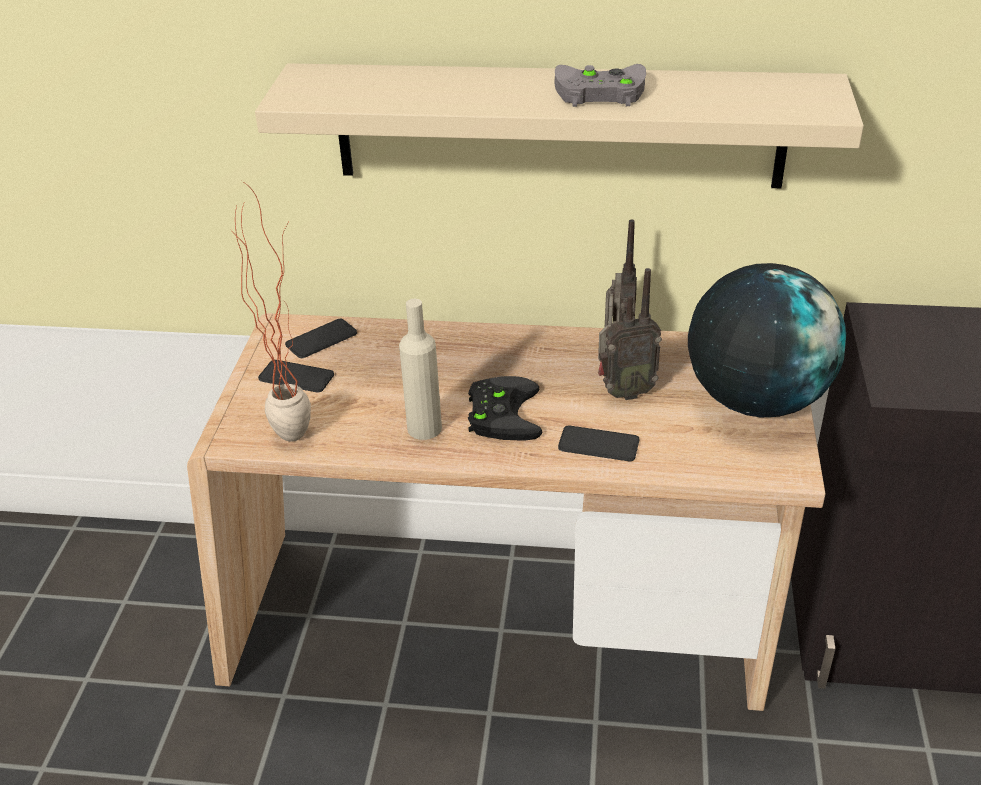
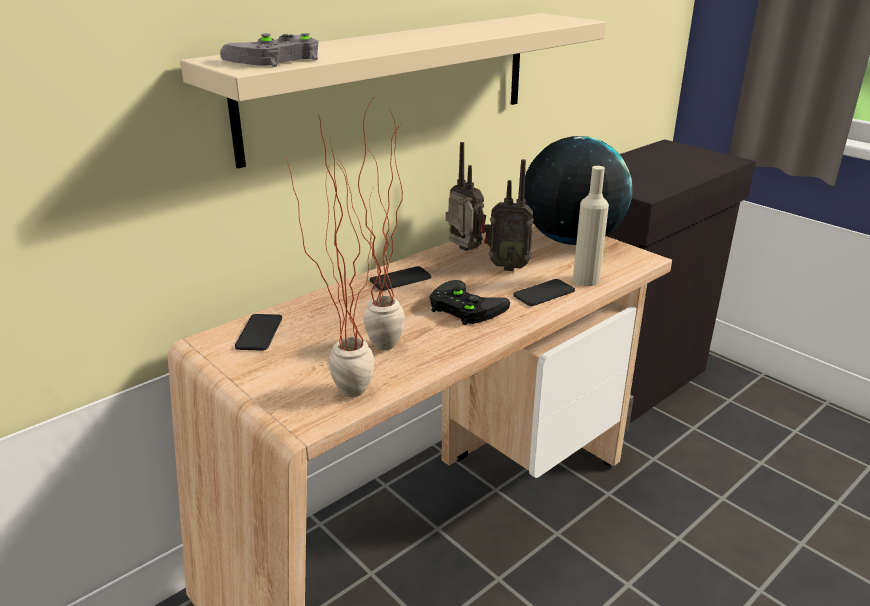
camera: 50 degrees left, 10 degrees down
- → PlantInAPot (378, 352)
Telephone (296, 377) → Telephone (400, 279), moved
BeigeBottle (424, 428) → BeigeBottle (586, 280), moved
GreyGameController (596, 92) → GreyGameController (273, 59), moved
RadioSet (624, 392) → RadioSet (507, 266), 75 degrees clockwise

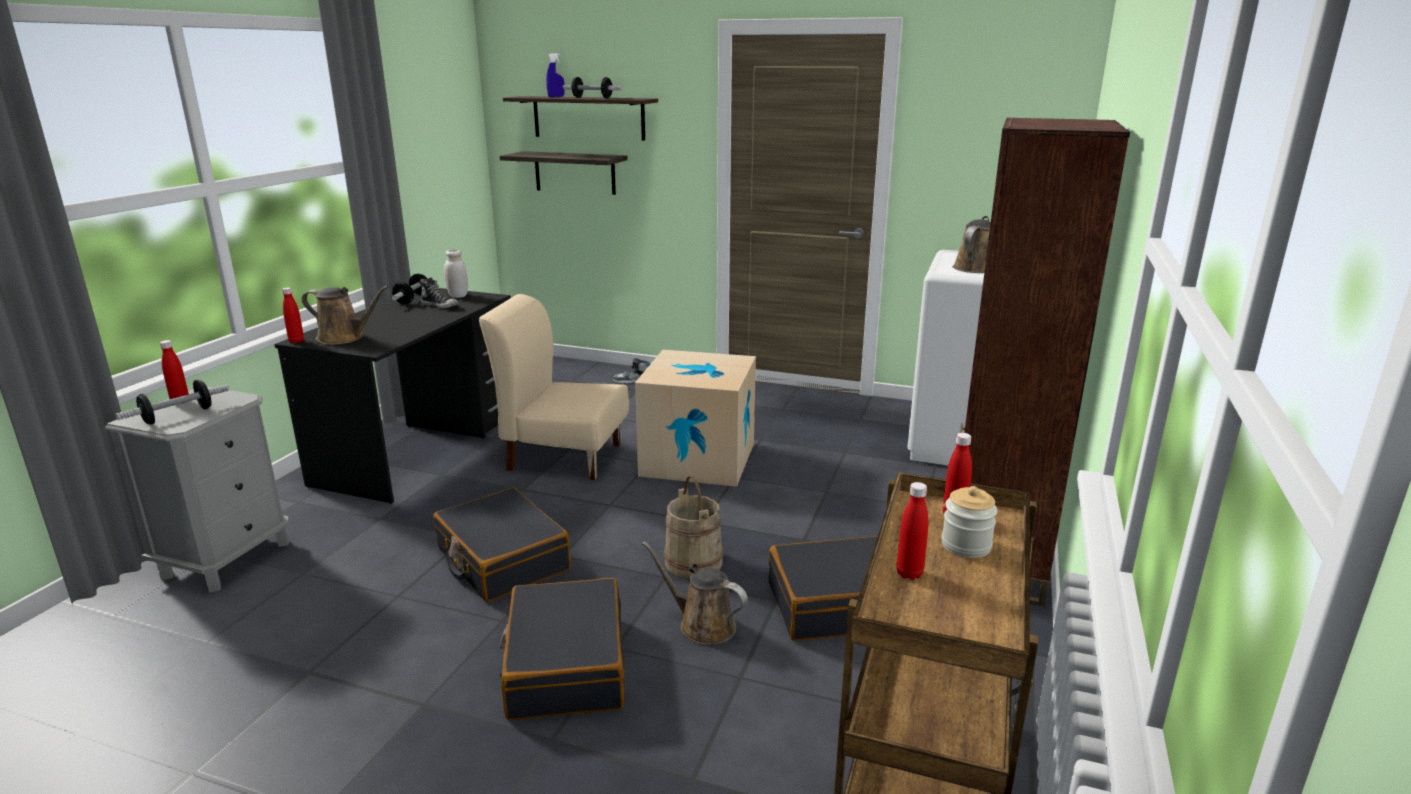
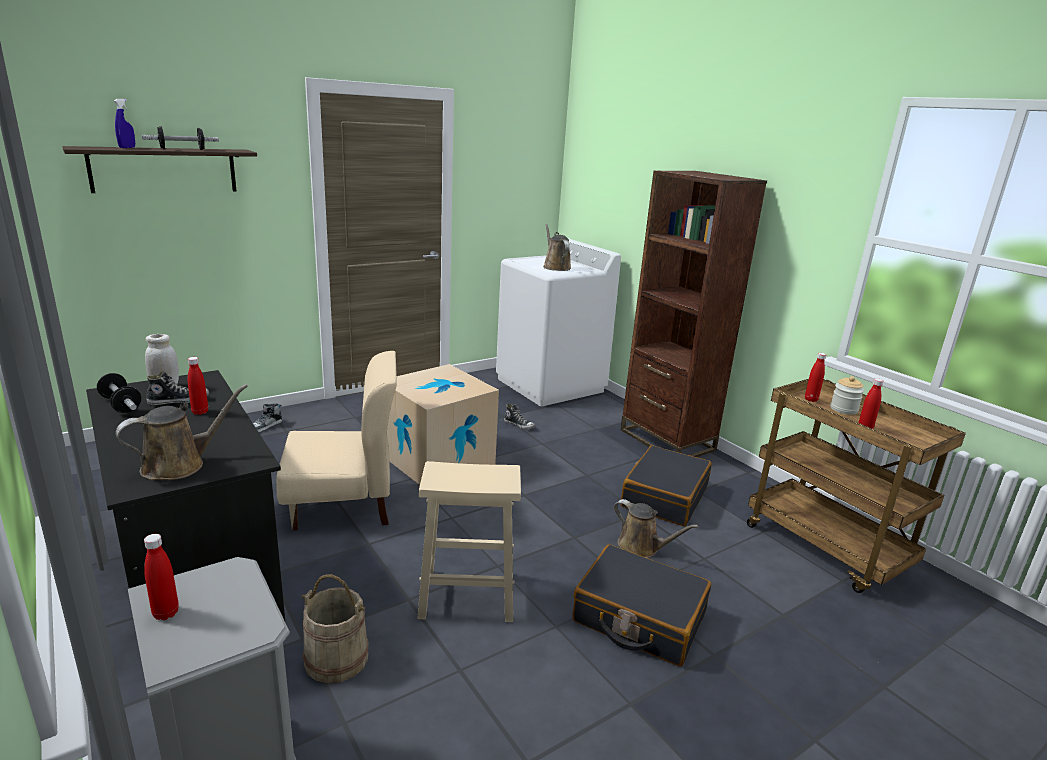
camera: 55 degrees left, 0 degrees up
FreeWeight (178, 416) → -
BracketShelf (575, 172) → -
- → ItemOfFootwear (519, 425)
ReddishBottle (296, 341) → ReddishBottle (200, 412), moved
BeigeWaterBucket (693, 562) → BeigeWaterBucket (336, 658), moved
BlackPieceOfLuggage (502, 560) → BeigeStoolSeat (469, 595)
BeigeChair (564, 456) → BeigeChair (343, 505), 150 degrees counterclockwise
BrownColouredWateringPot (702, 625) → BrownColouredWateringPot (641, 547), 120 degrees counterclockwise

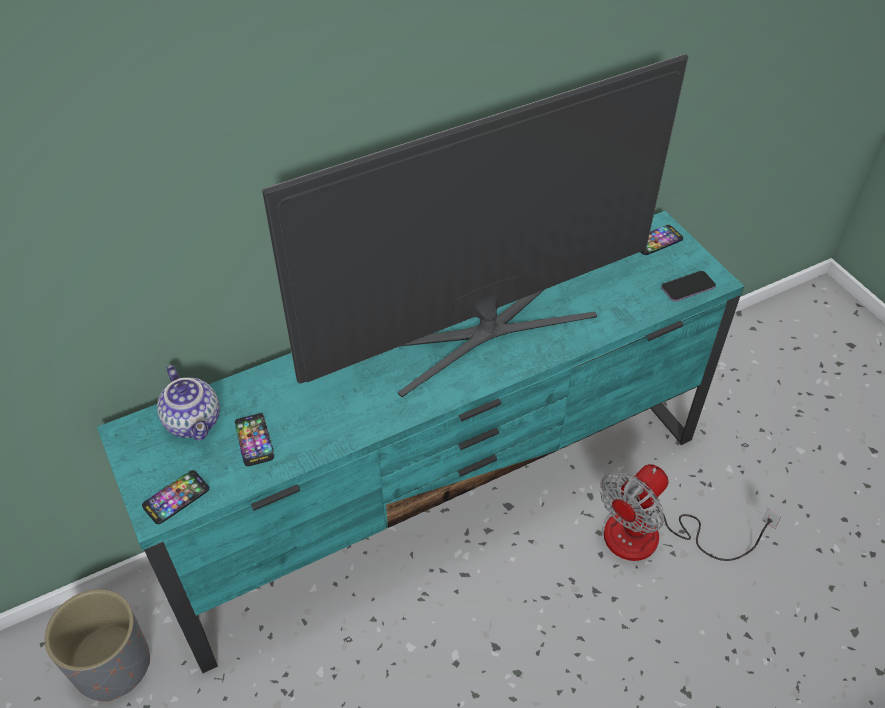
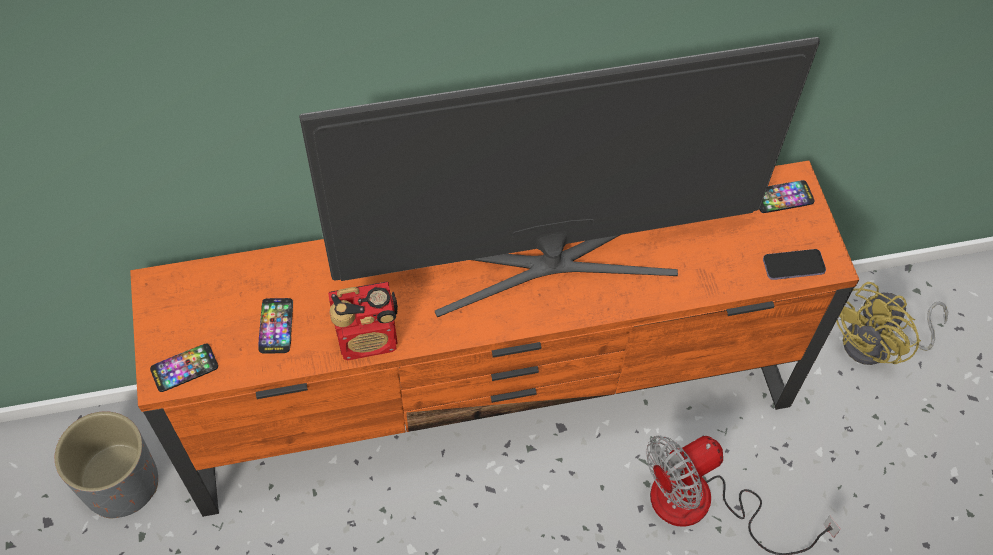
camera: 15 degrees right, 10 degrees up
Teapot (195, 421) → -
- → RadioSet (368, 339)
- → YellowColouredCoolingFan (877, 345)
TurquoiseColouredTvStand (444, 501) → OrangeyTvStand (495, 403)

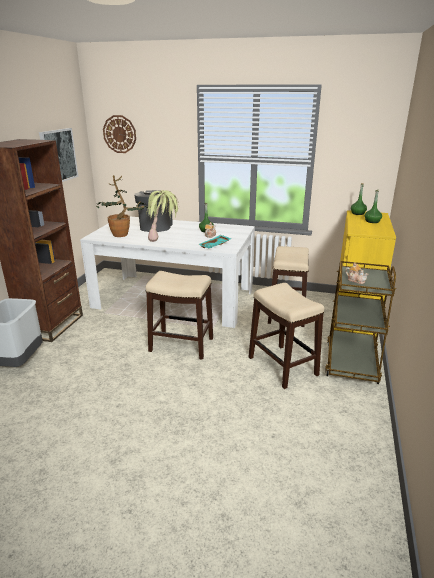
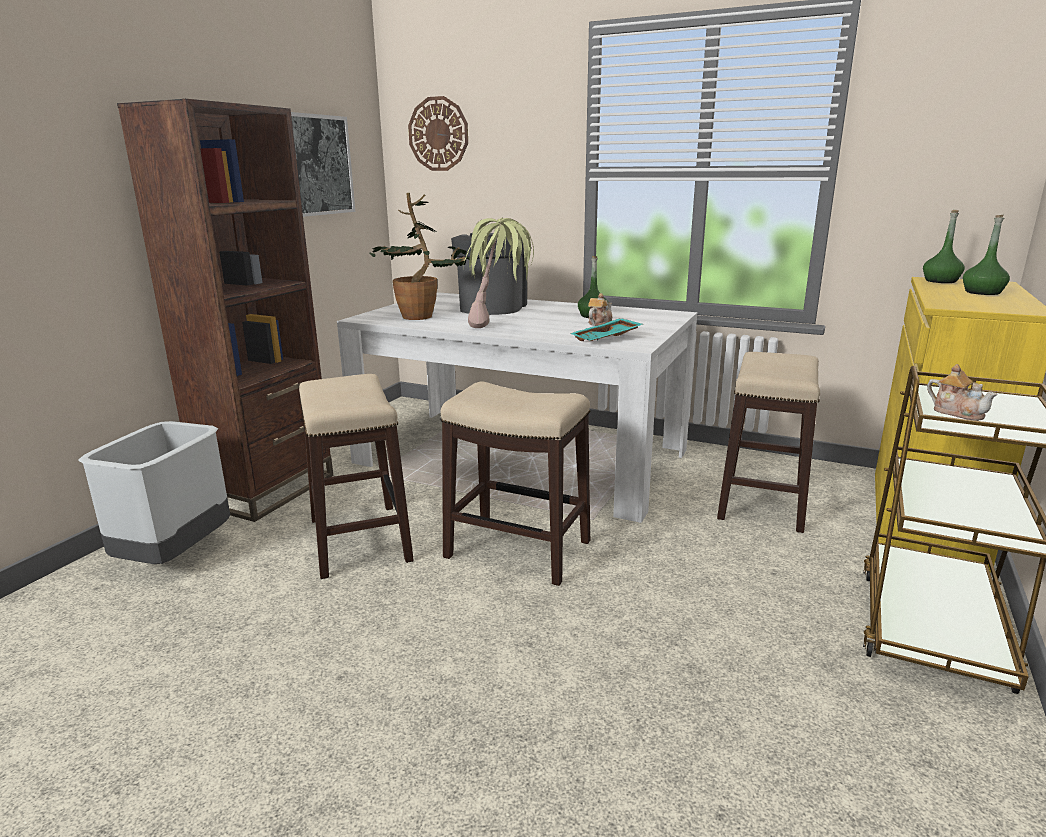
camera: 10 degrees right, 5 degrees down
StoolSeat (283, 366) → StoolSeat (360, 540), moved

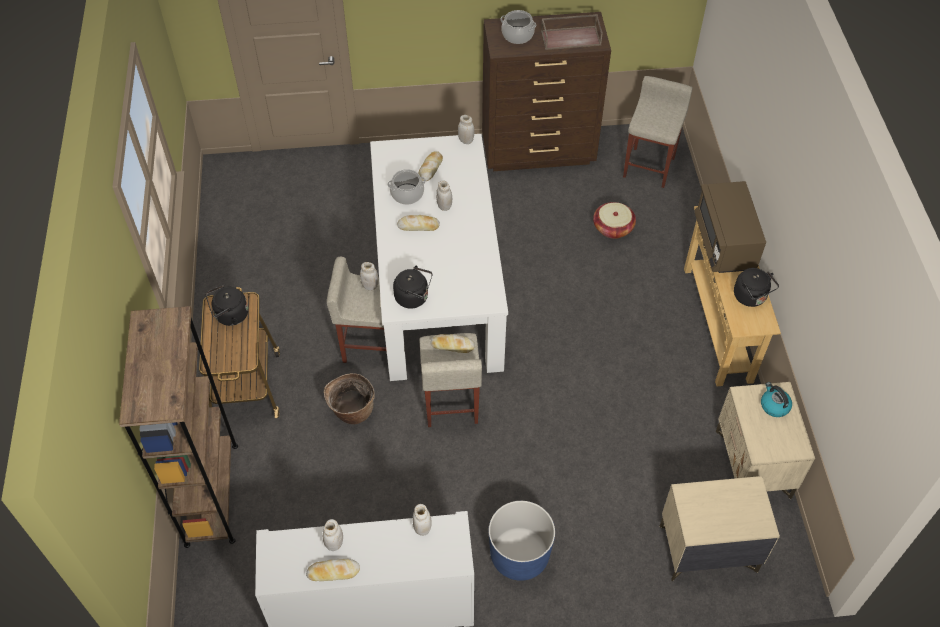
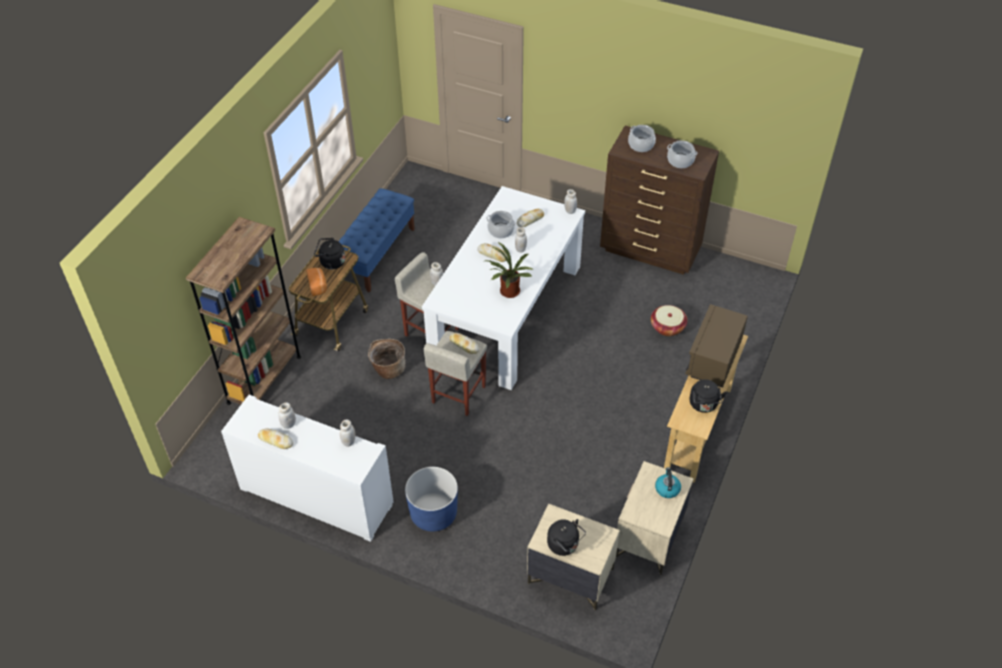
camera: 30 degrees right, 5 degrees down
BeigeStoolSeat (649, 166) → -
- → BakedBread (318, 286)
- → BlueColouredIndoorBench (377, 254)
- → PlantInAPot (508, 293)
BlackWaterKettle (414, 297) → BlackWaterKettle (564, 545), moved
BrownColouredServingTray (571, 37) → CookingPot (680, 161)

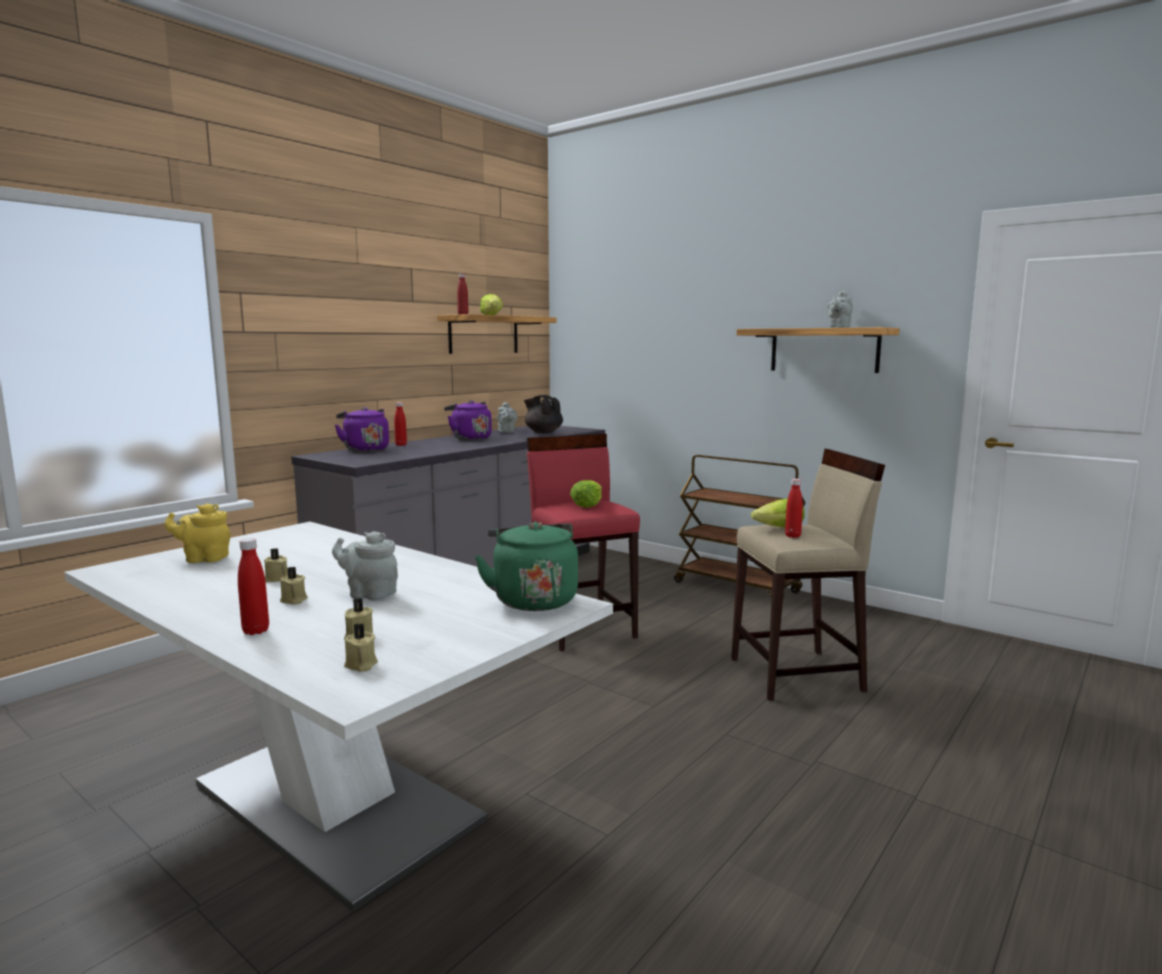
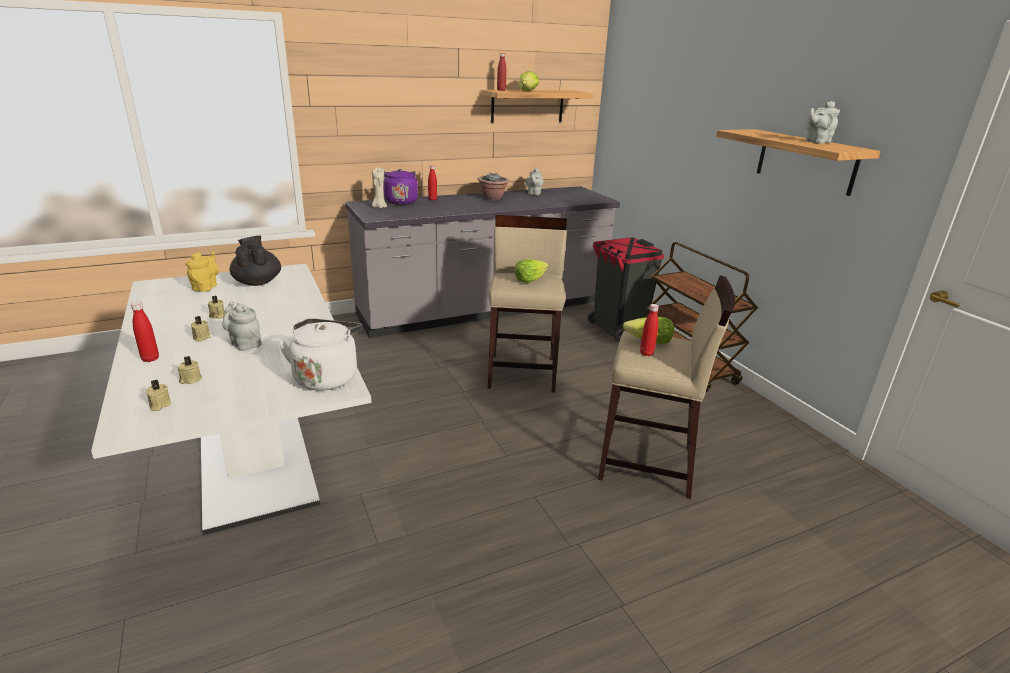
camera: 25 degrees right, 15 degrees up
- → BeigeWaxLight (379, 207)
- → BlackWasteBin (617, 330)
BlackTeapot (543, 432) → BlackTeapot (257, 282), moved
PurpleColouredWaterKettle (469, 438) → PlantInAPot (492, 198)
GreenishWaterKettle (533, 599) → WhiteColouredWaterKettle (327, 376)
ReddishStoolSeat (582, 628) → BeigeStoolSeat (523, 372)
YellowColouredTeapot (204, 559) → YellowColouredTeapot (206, 287), 75 degrees clockwise

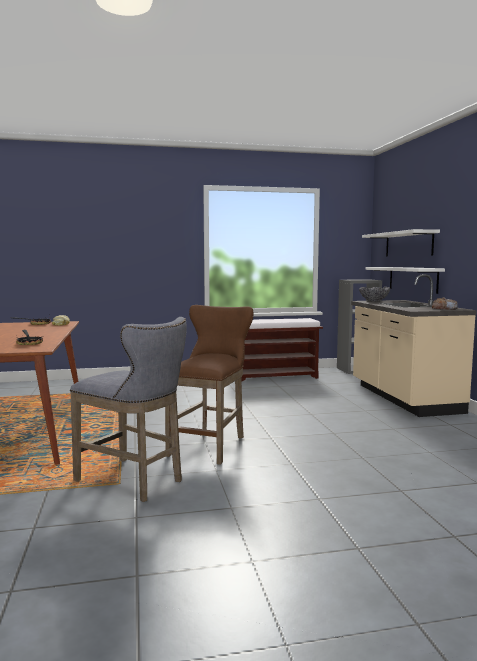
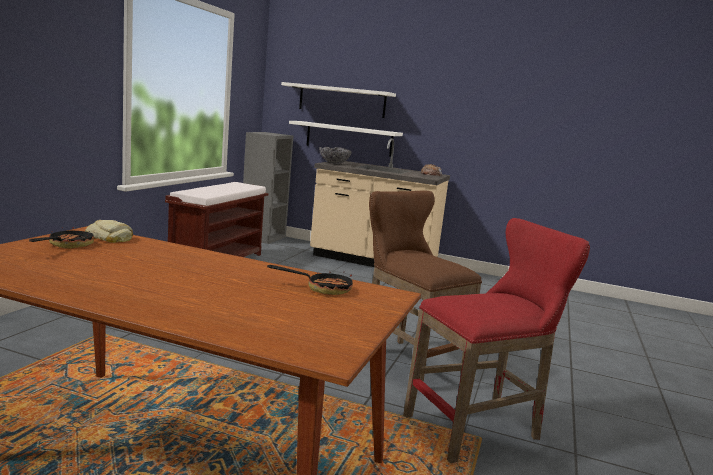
camera: 60 degrees left, 5 degrees up
GreyStoolSeat (134, 481) → ReddishStoolSeat (479, 428)

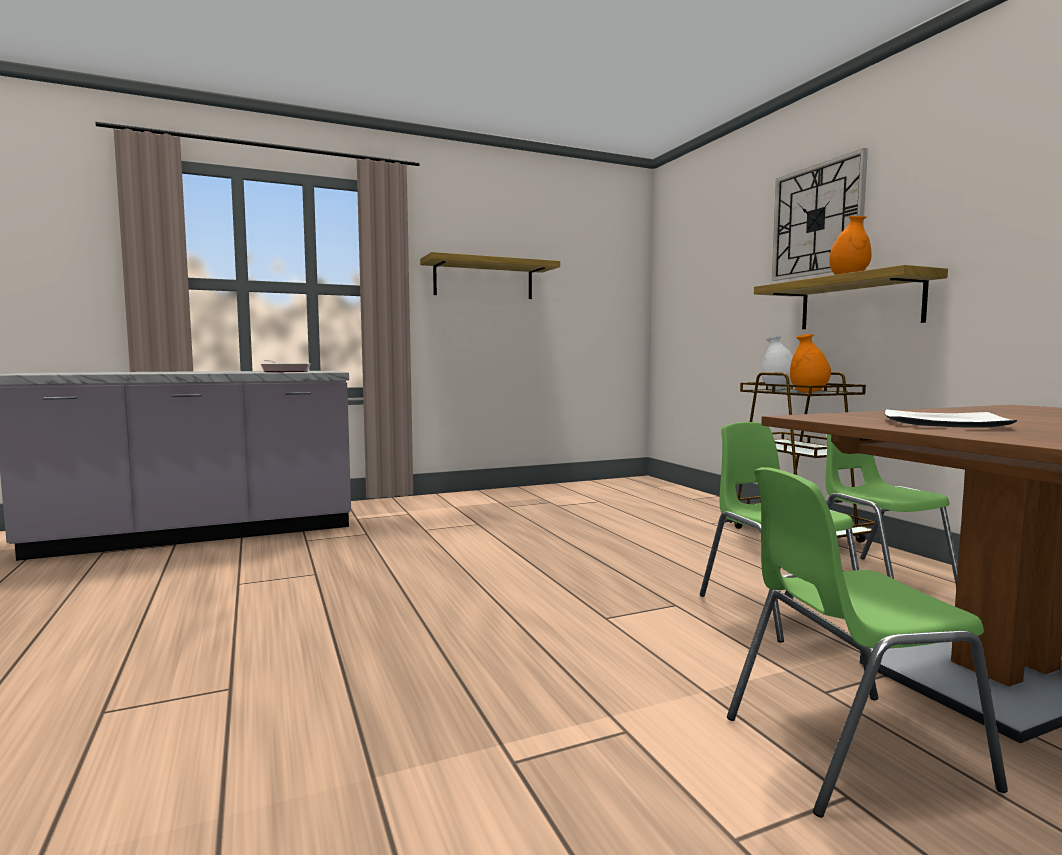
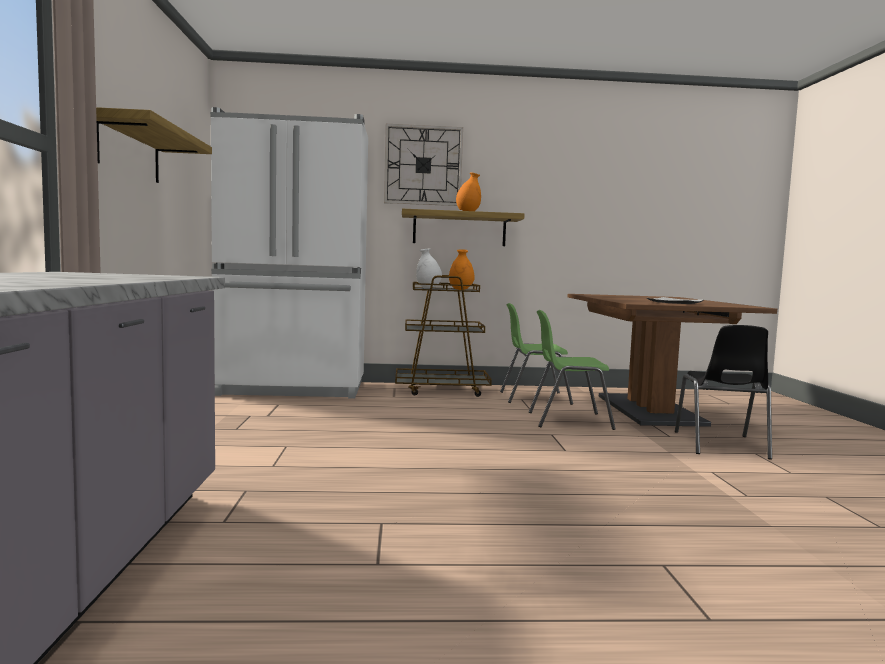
camera: 70 degrees left, 0 degrees up
FryingPan (284, 371) → -
- → WhiteColouredKitchenFridge (293, 389)
GreenishChair (847, 750) → BlackChair (720, 445)

